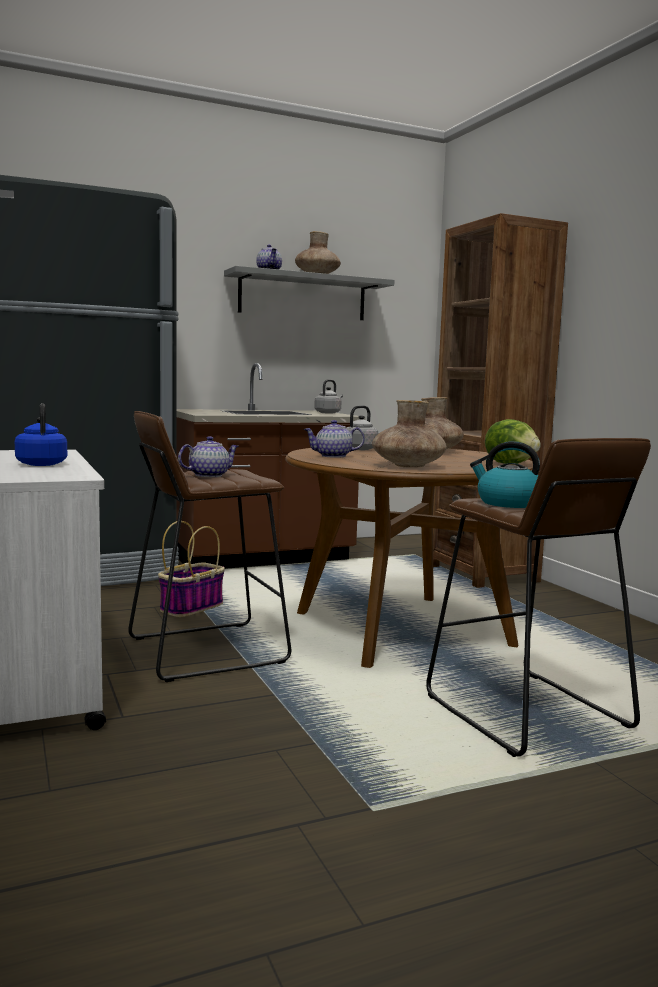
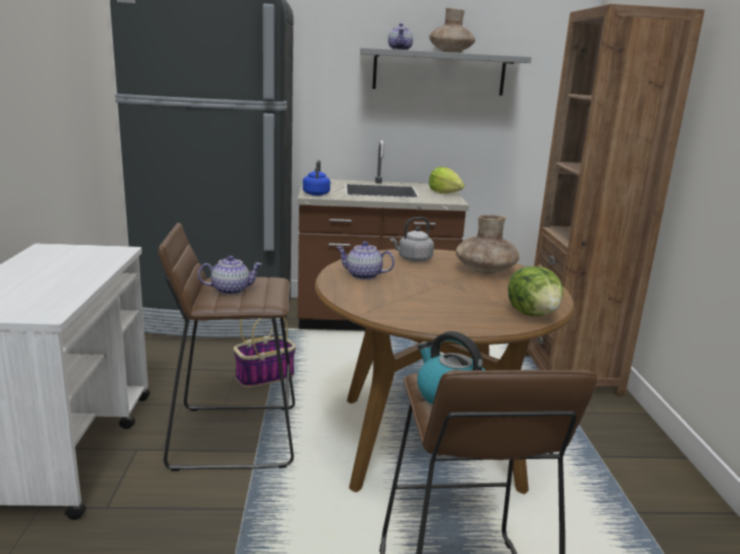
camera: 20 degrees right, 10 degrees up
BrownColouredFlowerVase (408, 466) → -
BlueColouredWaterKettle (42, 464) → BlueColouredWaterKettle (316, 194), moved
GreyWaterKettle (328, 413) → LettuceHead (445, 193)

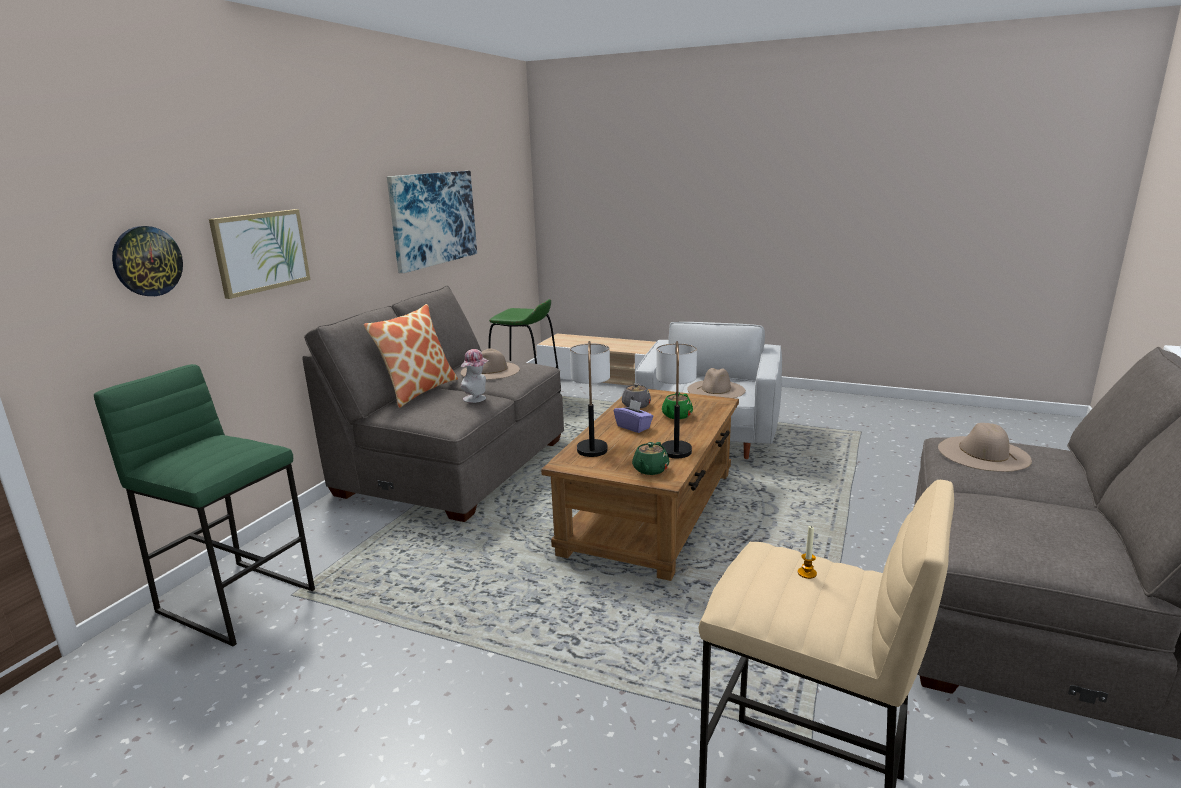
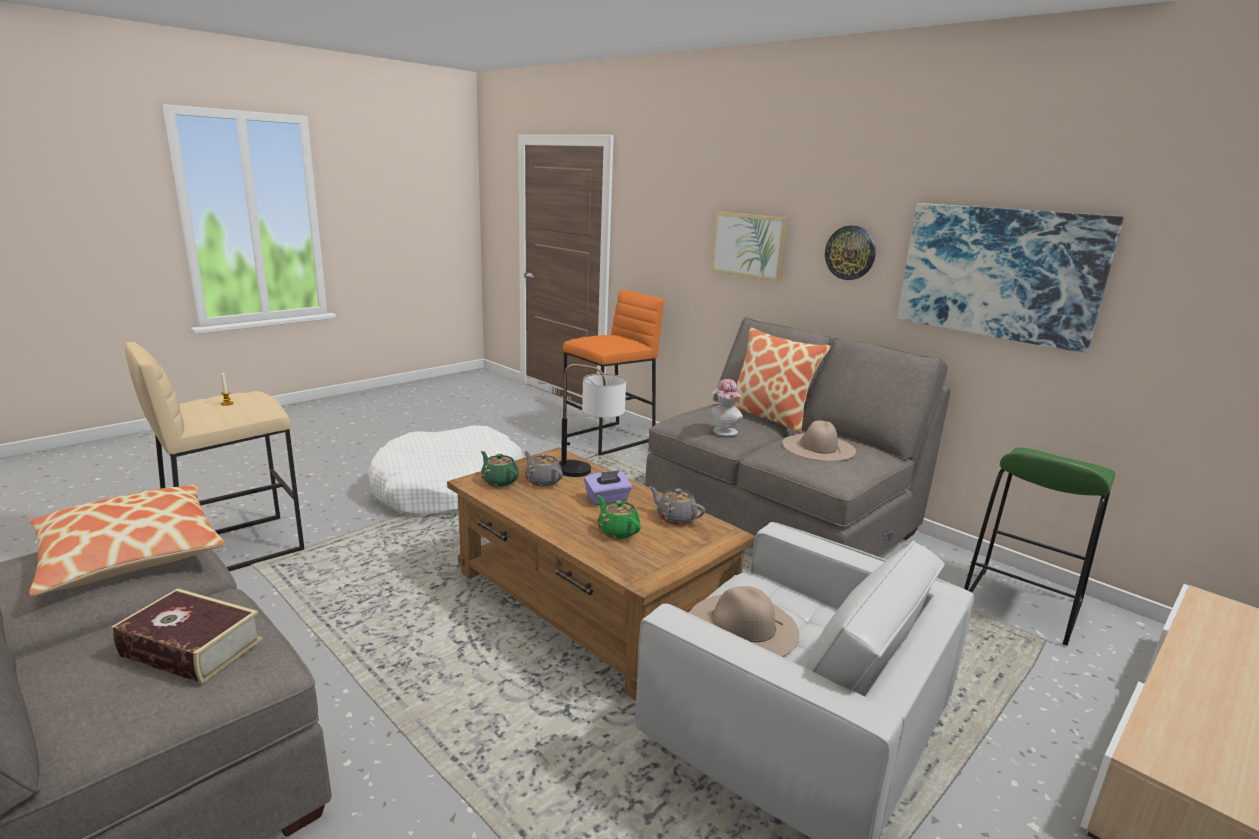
camera: 110 degrees right, 0 degrees up
TabletopLamp (675, 444) → -
- → Cushion (129, 553)
- → WhiteColouredPetBed (448, 489)
- → GreyTeapot (543, 481)
HangingClock (147, 261) → HangingClock (850, 252), moved
BeigeWearableHat (983, 453) → Book (191, 647)
GreenishStoolSeat (238, 600) → OrangeyStoolSeat (609, 439)

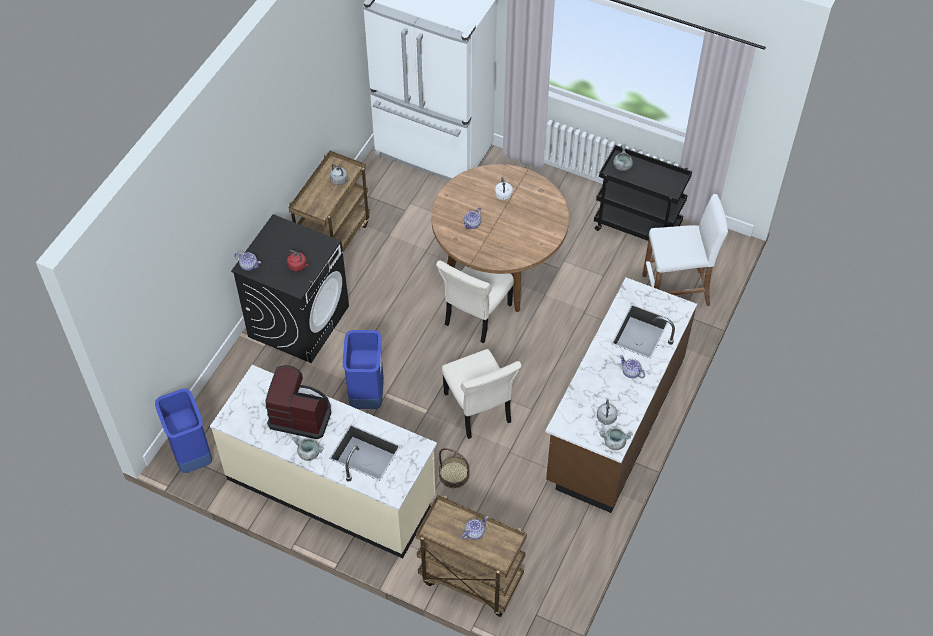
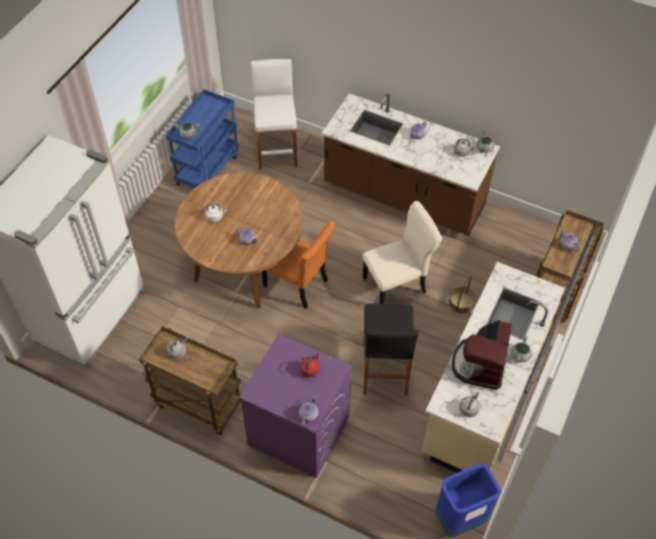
camera: 90 degrees left, 0 degrees up
- → GreyWaterKettle (469, 408)
BlueColouredWasteBin (366, 396) → BlackStoolSeat (384, 369)
BlackLaundryAppliance (299, 321) → PurpleColouredLaundryAppliance (298, 431)
BeigeChair (476, 316) → OrangeyChair (298, 285)
BlackTrolley (637, 227) → BlueColouredTrolley (207, 168)

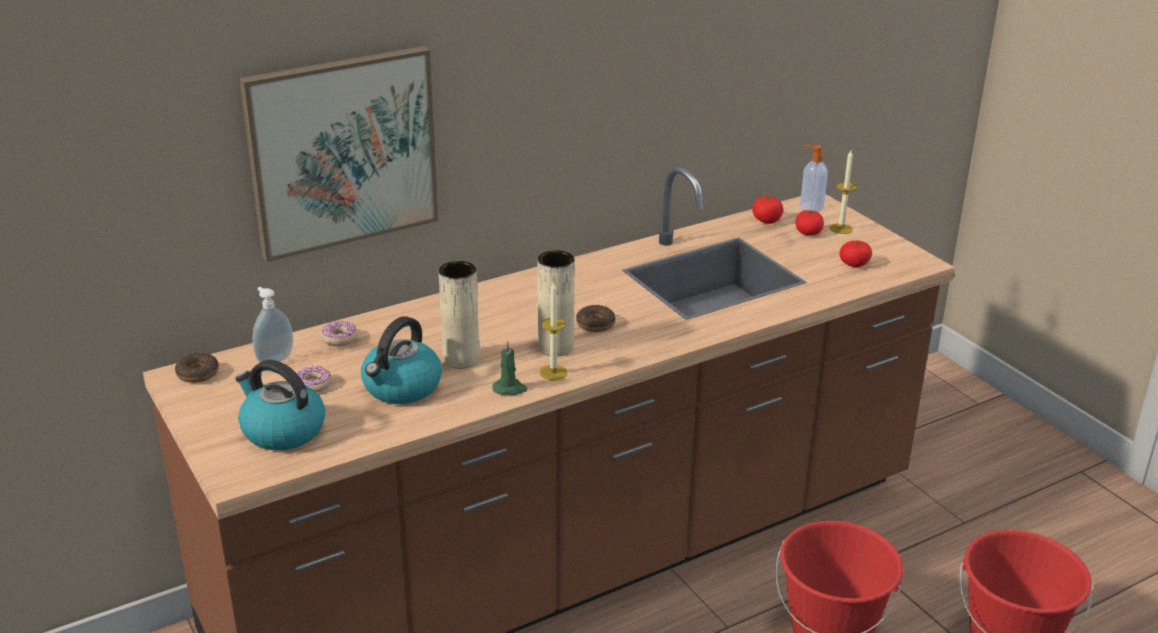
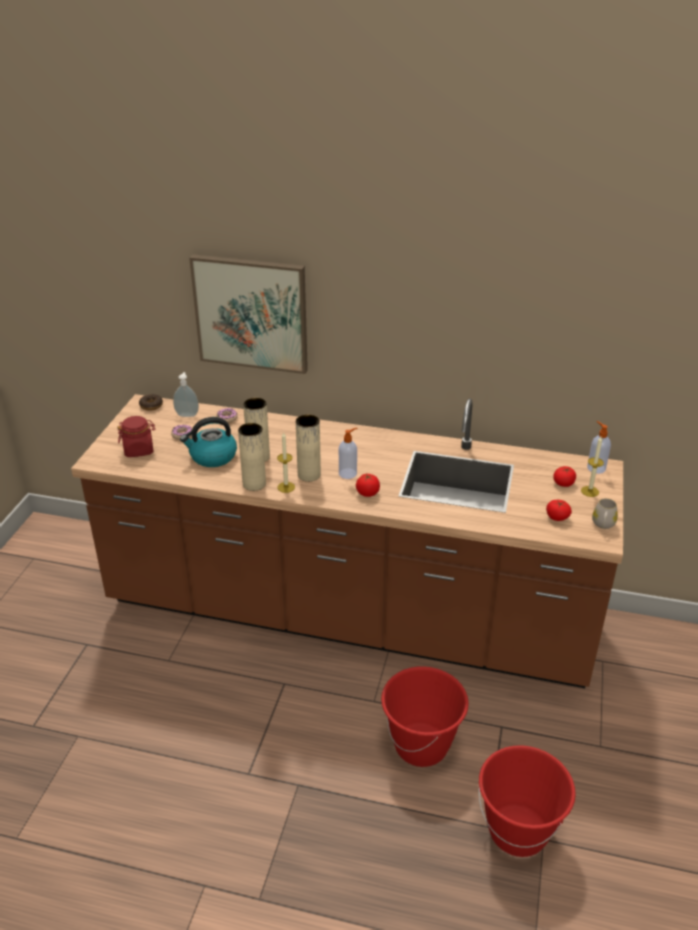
camera: 45 degrees right, 5 degrees up
- → WhiteColouredTeaMug (603, 525)
FreshTomato (766, 220) → FreshTomato (367, 493), moved
WaterKettle (282, 431) → ReddishStorageJar (139, 450)
GreenishWaxLight (510, 389) → BeigeFlowerVase (254, 484)
Doughnut (595, 324) → SoapBottle (348, 473)

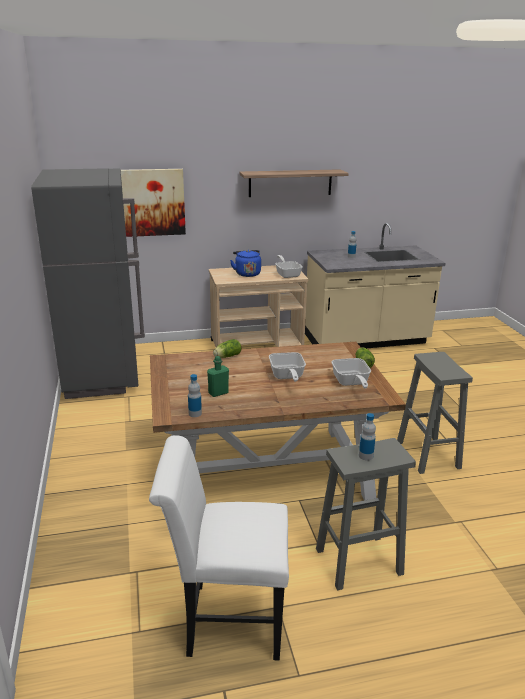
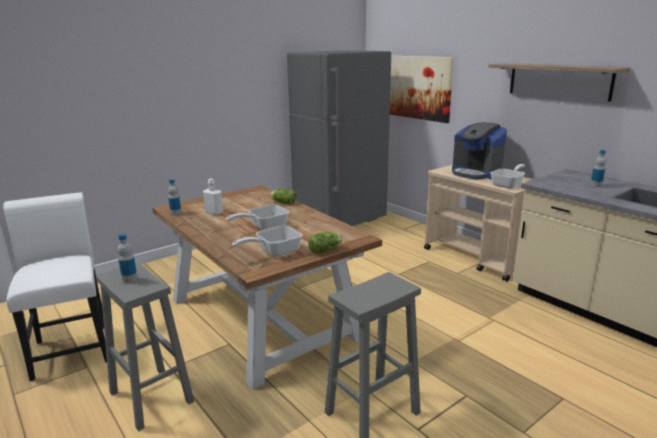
camera: 65 degrees right, 5 degrees down
BlueColouredWaterKettle (247, 273) → CoffeeMachine (476, 173)
GreenishBottle (218, 393) → WhiteColouredBottle (214, 213)

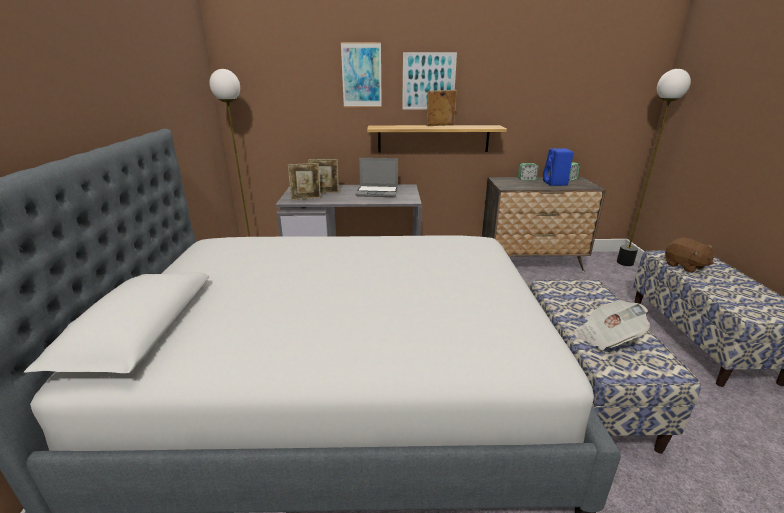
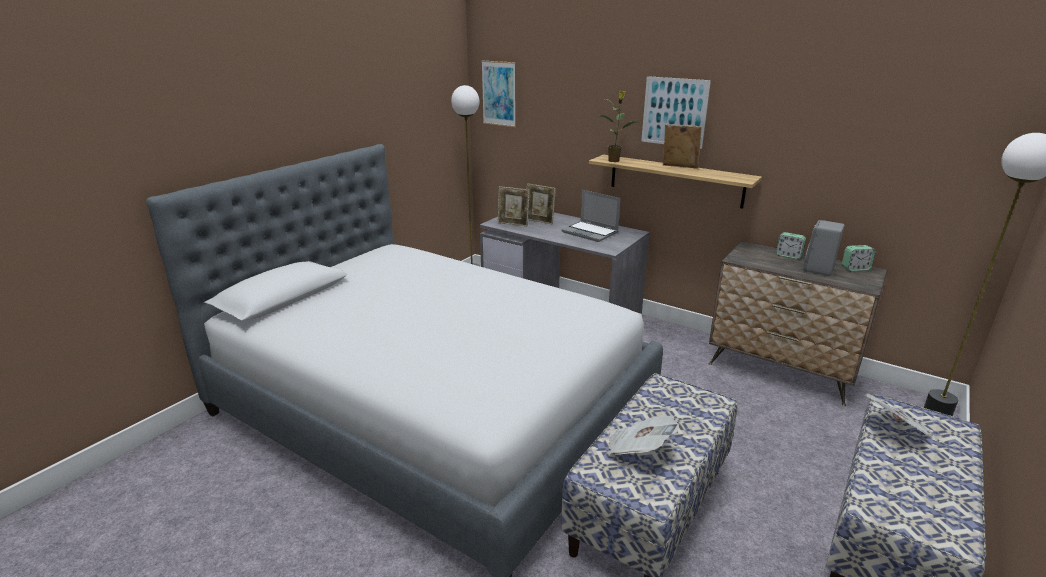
camera: 35 degrees right, 0 degrees up
- → PlantInAPot (614, 160)
Picture (361, 75) → Picture (499, 93), moved
BrownColouredPlushToy (684, 266) → Newspaper (896, 430)
BlueColouredSpeaker (555, 183) → GreySpeaker (819, 269)

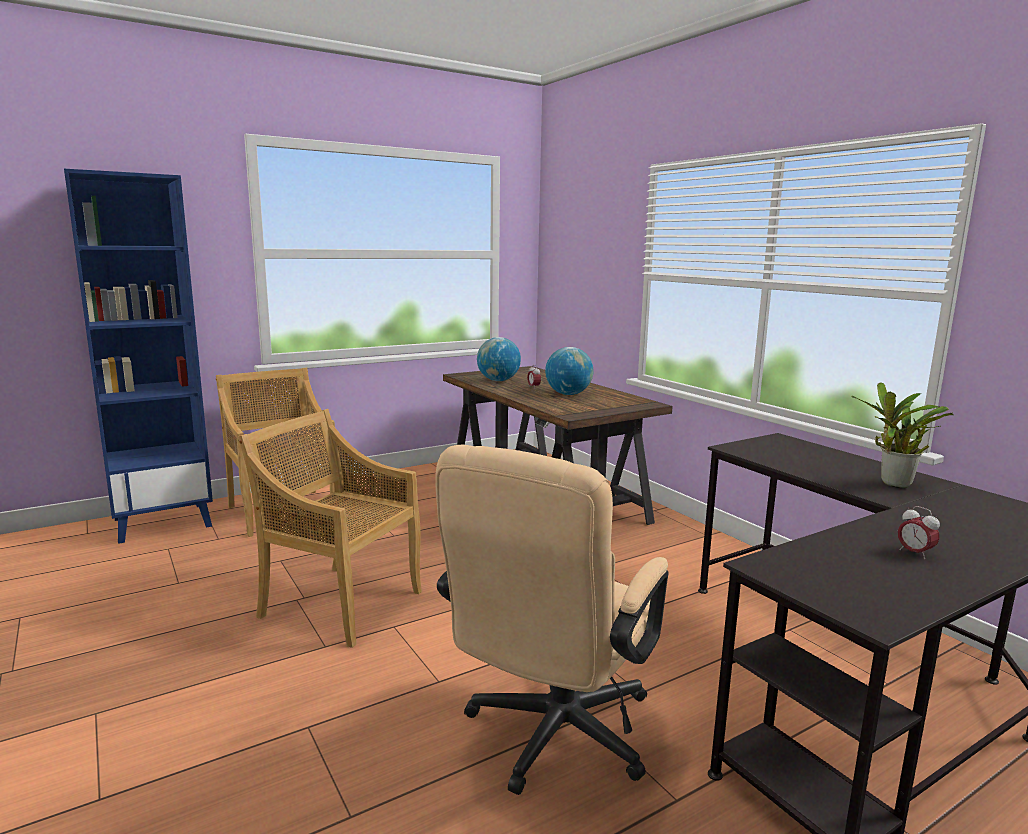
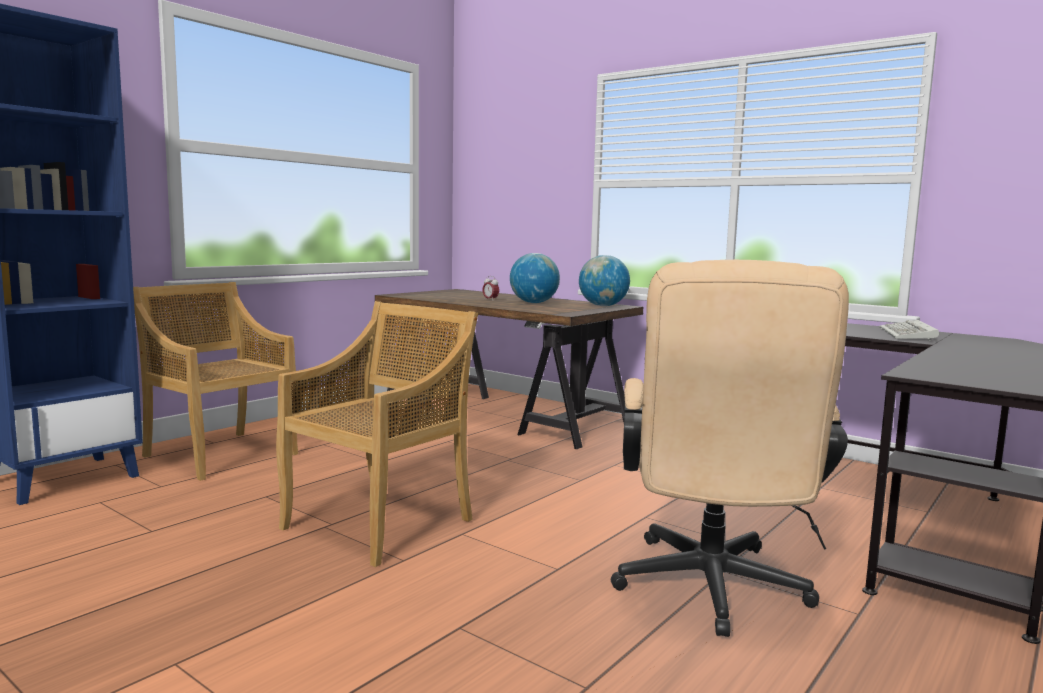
camera: 20 degrees left, 5 degrees down
TableClock (914, 553) → -
WorldGlobe (498, 380) → WorldGlobe (603, 306), moved
PlantInAPot (893, 484) → ComputerKeyboard (908, 335)
BeigeChair (340, 603) → BeigeChair (380, 523), 120 degrees clockwise

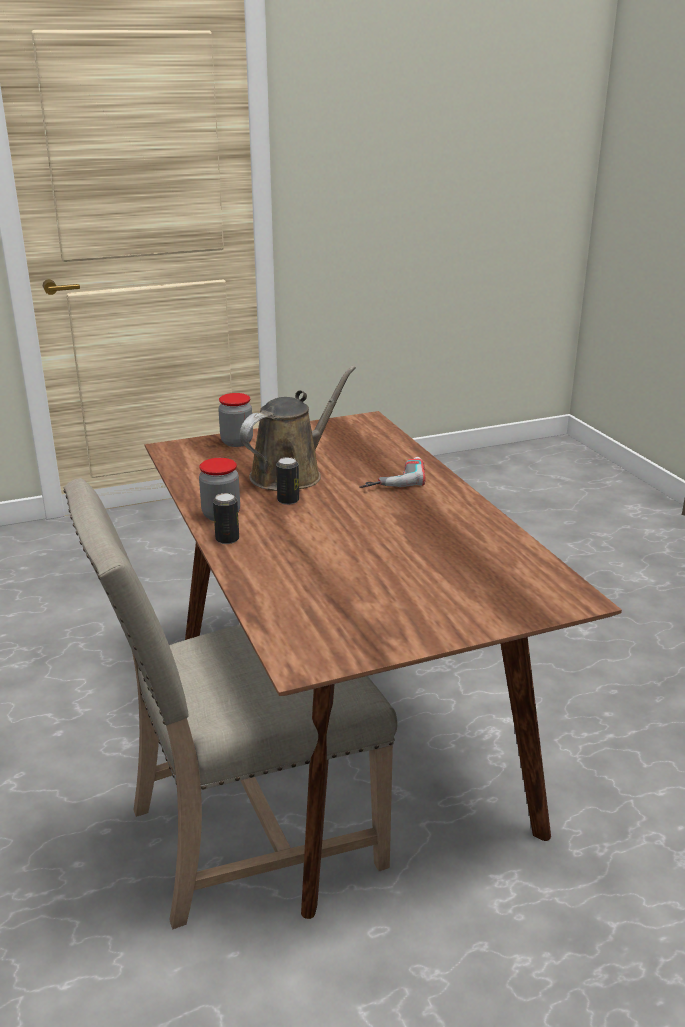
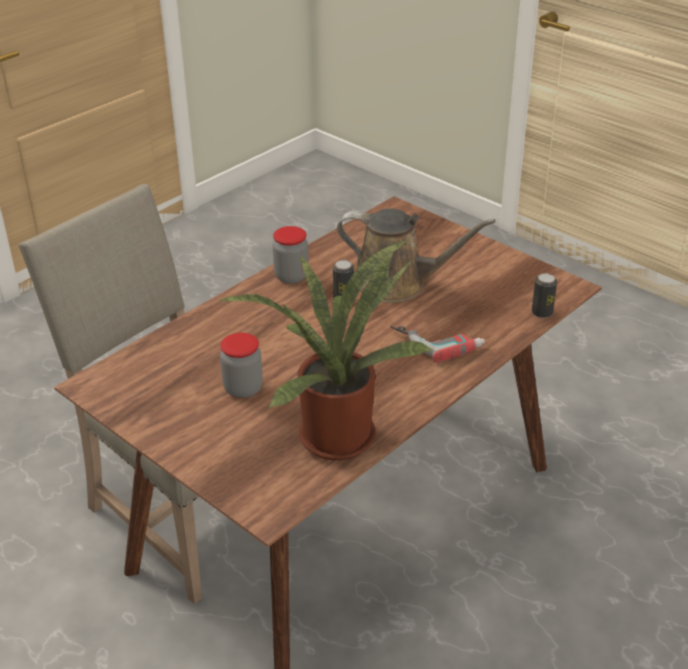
camera: 65 degrees right, 10 degrees up
- → PlantInAPot (335, 432)
MetalCan (227, 539) → MetalCan (542, 312), moved
StorageJar (237, 442) → StorageJar (243, 388), moved

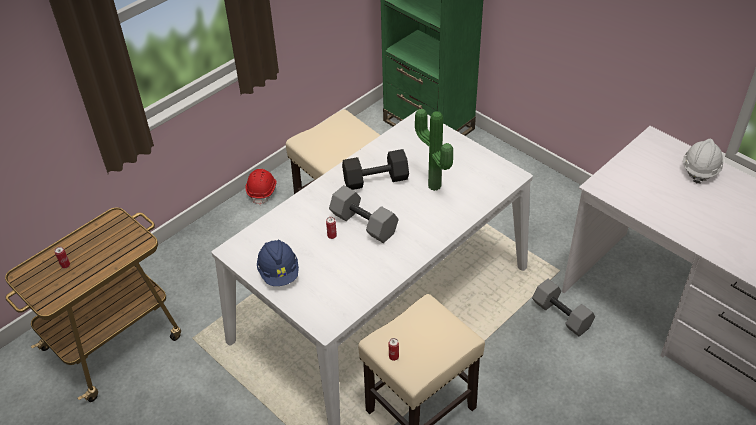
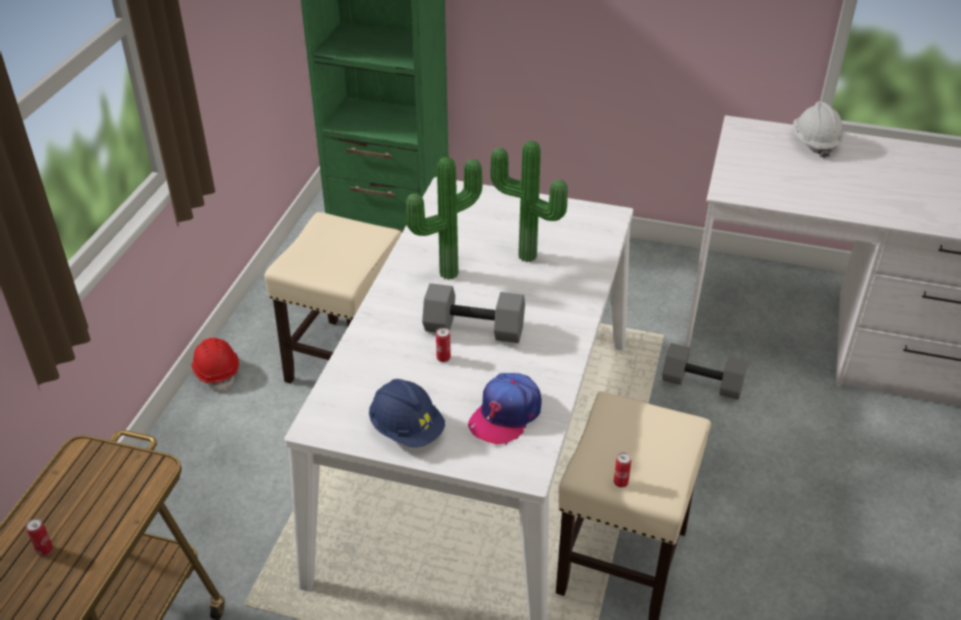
camera: 30 degrees left, 5 degrees down
- → BaseballCap (505, 414)
BlackFreeWeight (376, 179) → PlantInAPot (446, 272)

